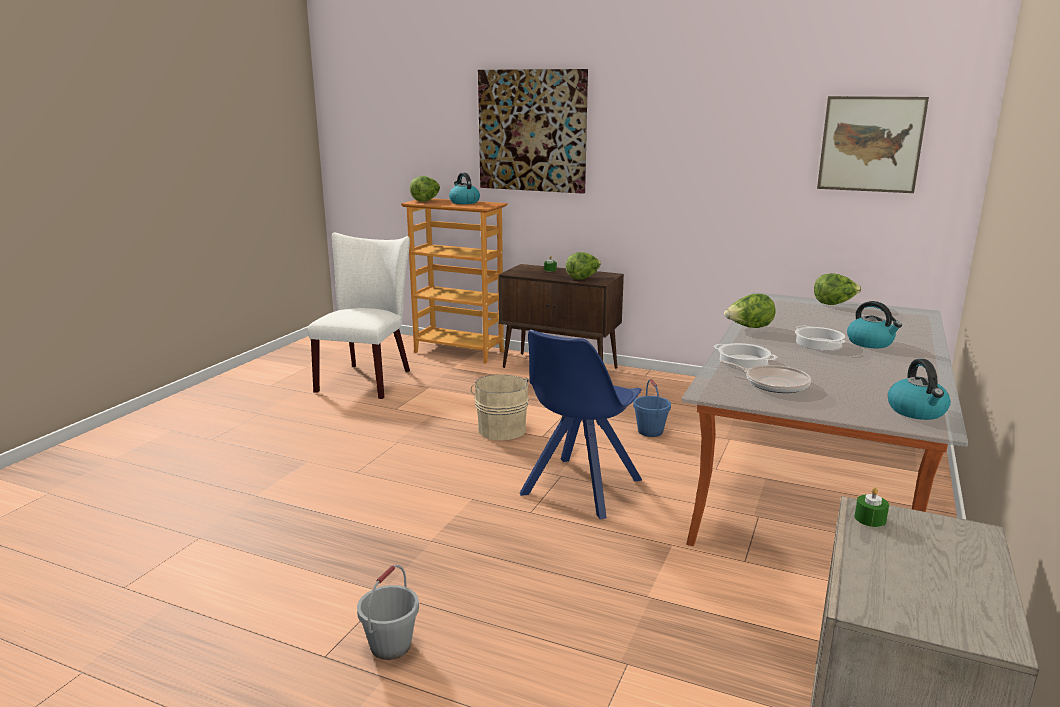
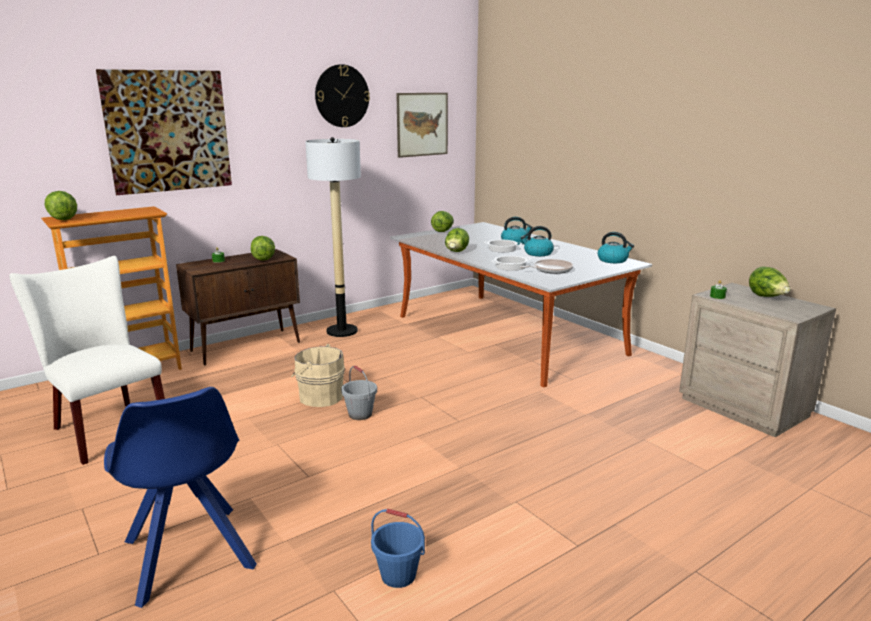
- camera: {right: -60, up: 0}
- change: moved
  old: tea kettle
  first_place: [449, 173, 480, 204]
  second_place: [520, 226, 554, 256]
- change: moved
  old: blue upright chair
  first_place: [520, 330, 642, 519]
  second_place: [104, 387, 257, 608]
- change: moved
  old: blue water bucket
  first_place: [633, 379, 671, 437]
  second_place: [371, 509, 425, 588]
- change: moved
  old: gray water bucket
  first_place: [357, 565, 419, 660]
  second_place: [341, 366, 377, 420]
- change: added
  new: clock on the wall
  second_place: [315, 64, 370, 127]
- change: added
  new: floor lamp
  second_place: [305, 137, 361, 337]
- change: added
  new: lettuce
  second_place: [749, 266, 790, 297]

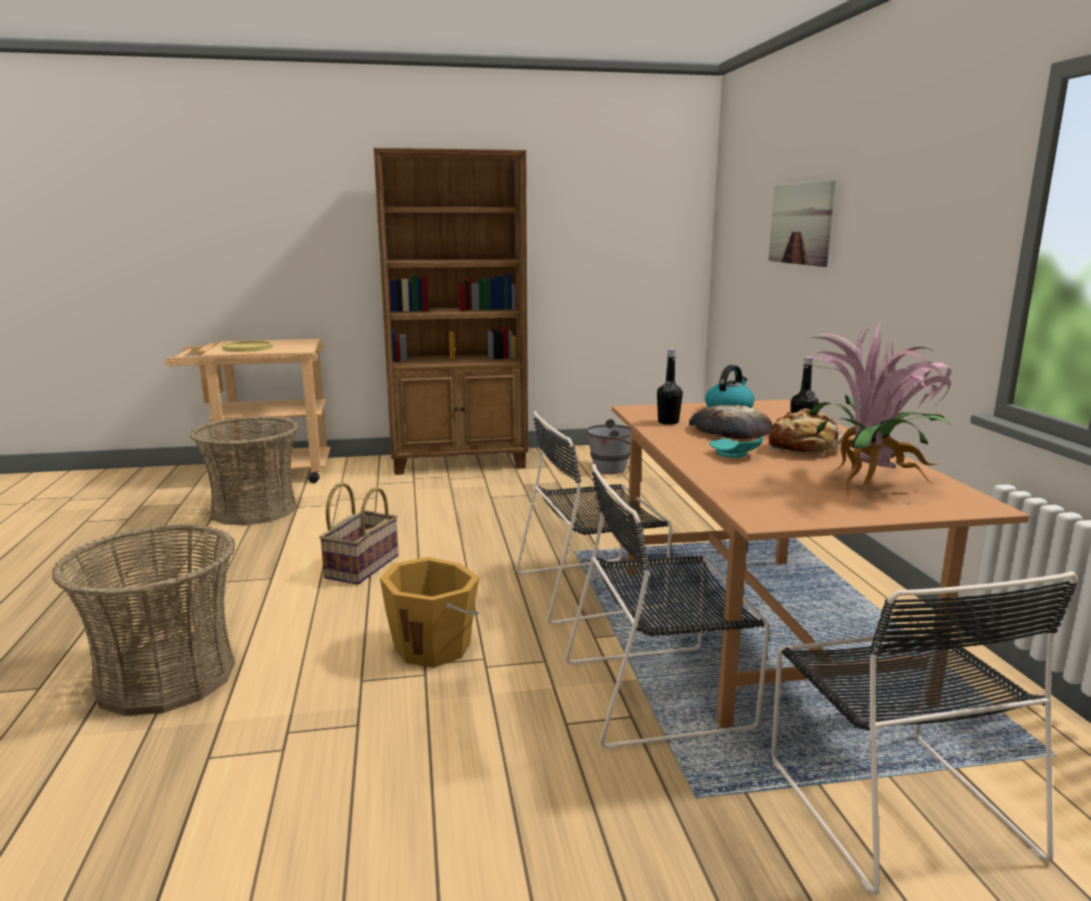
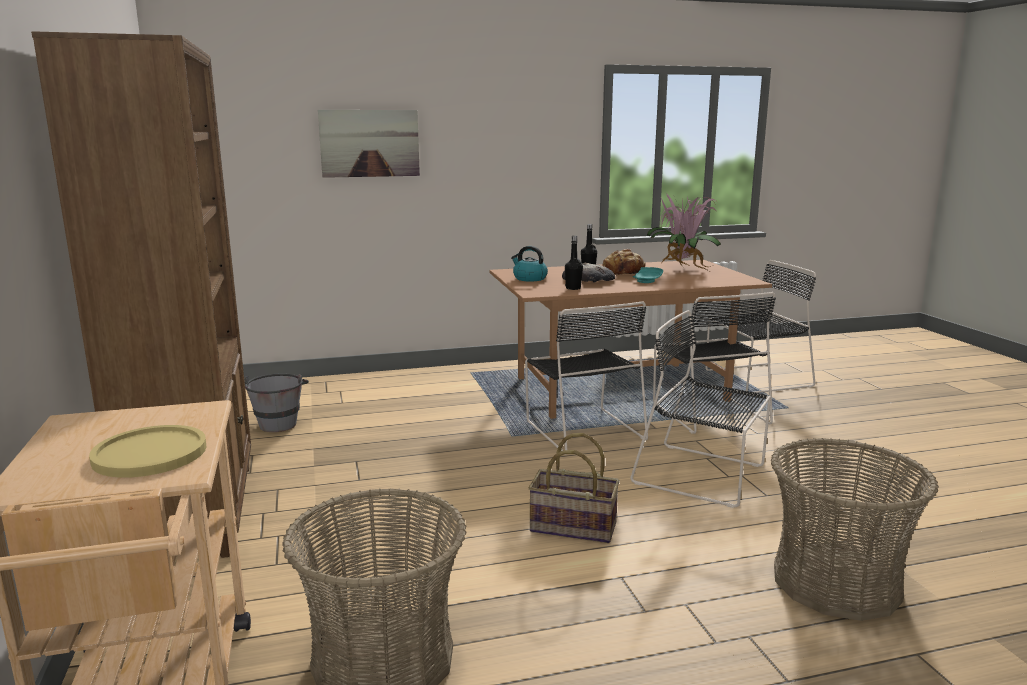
- camera: {right: -95, up: 0}
- change: replaced
  old: orange-coloured water bucket
  new: black-coloured upright chair
  first_place: [380, 557, 480, 667]
  second_place: [630, 310, 771, 508]

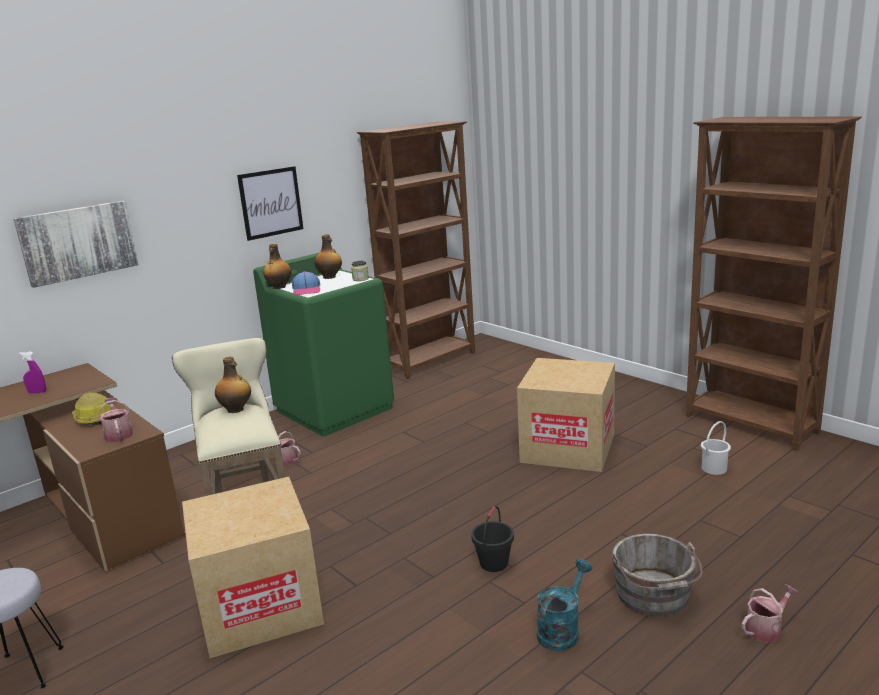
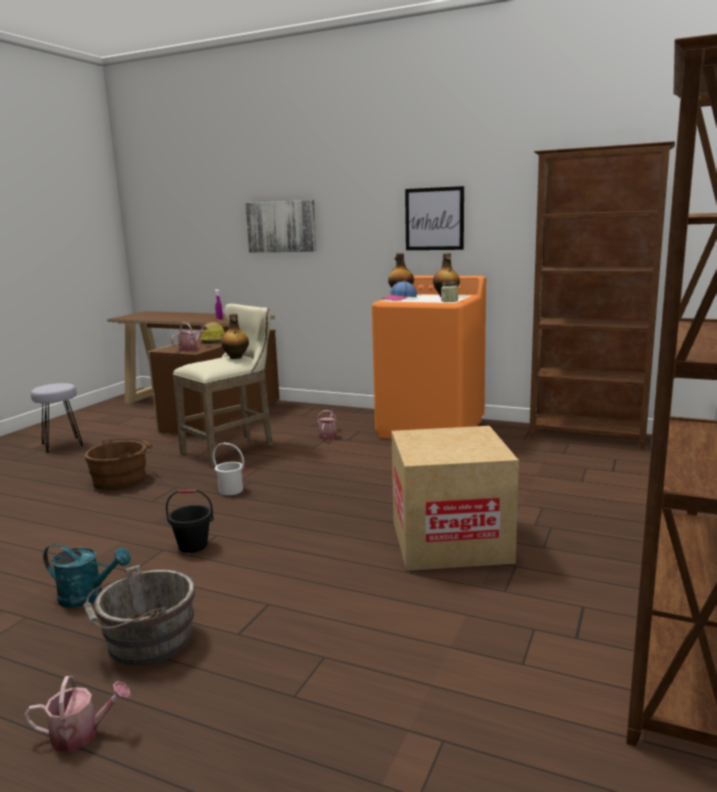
- camera: {right: 65, up: -5}
- change: recoloured
  old: greenish laundry appliance
  new: orange-coloured laundry appliance
  first_place: [253, 253, 394, 436]
  second_place: [372, 276, 486, 439]
- change: moved
  old: white-coloured water bucket
  first_place: [701, 421, 731, 475]
  second_place: [213, 443, 244, 495]
- change: replaced
  old: cardboard box
  new: brownish water bucket
  first_place: [182, 477, 324, 658]
  second_place: [85, 438, 153, 490]
- change: turned
  old: watering can
  first_place: [742, 584, 798, 643]
  second_place: [24, 676, 131, 752]
  degrees: -45

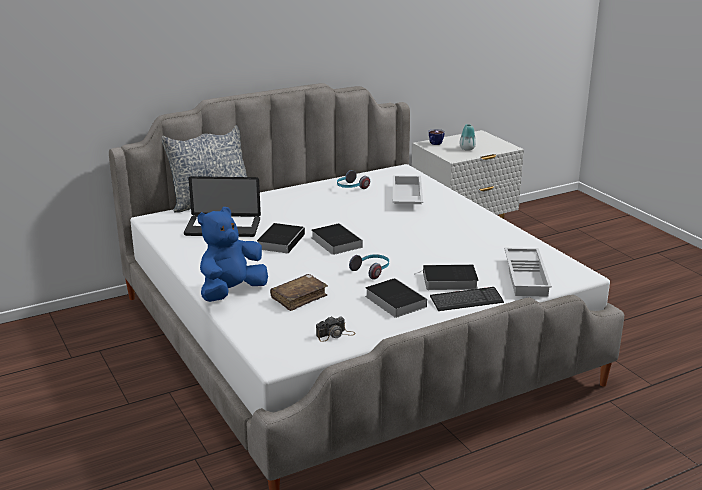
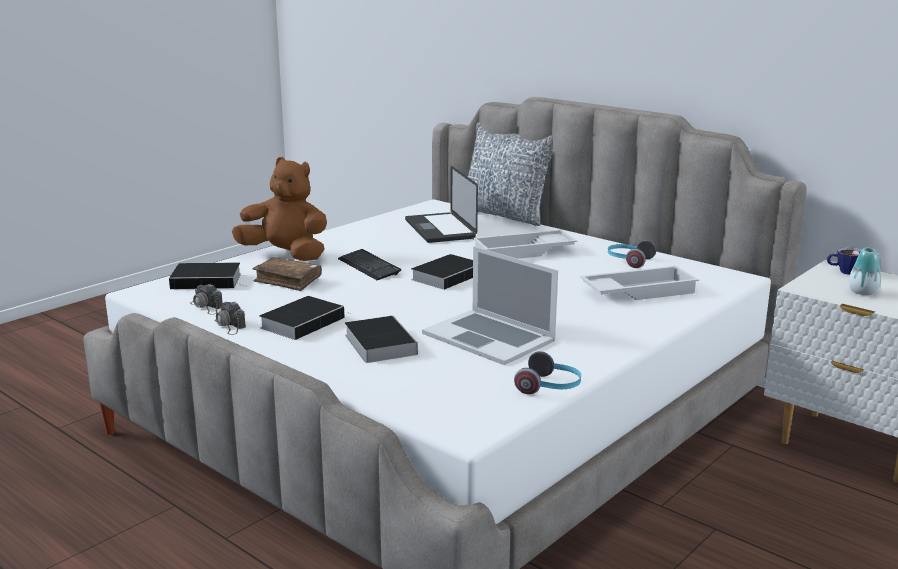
- camera: {right: 70, up: -5}
- change: recoloured
  old: blue cuddly toy
  new: brownish cuddly toy
  first_place: [198, 207, 268, 302]
  second_place: [232, 157, 327, 261]
- change: moved
  old: bound book
  first_place: [257, 223, 305, 253]
  second_place: [169, 262, 246, 289]
- change: moved
  old: white-coloured serving tray
  first_place: [504, 248, 552, 297]
  second_place: [473, 230, 577, 259]
- change: moved
  old: headset
  first_place: [349, 254, 389, 280]
  second_place: [514, 351, 581, 395]
- change: moved
  old: keyboard
  first_place: [430, 287, 504, 311]
  second_place: [338, 249, 401, 280]
- change: added
  new: notebook computer
  second_place: [422, 246, 558, 365]
- change: added
  new: still camera
  second_place: [215, 302, 246, 335]

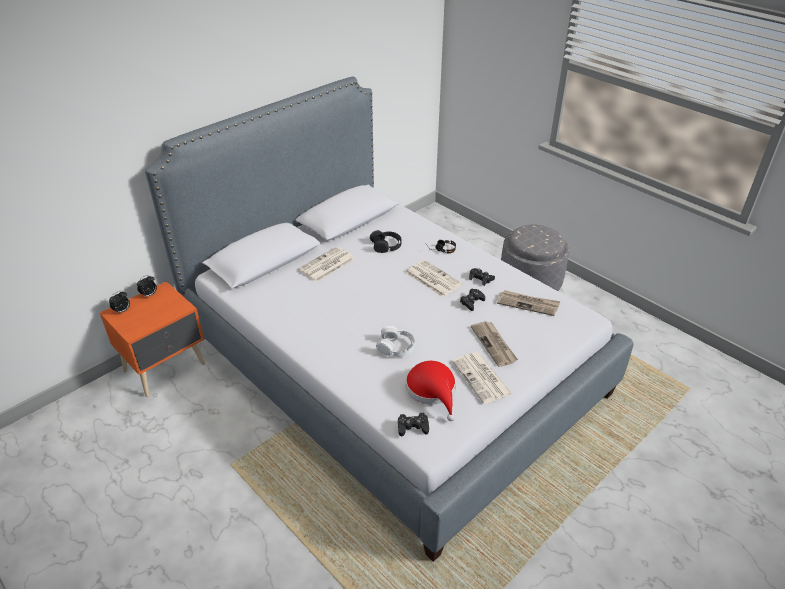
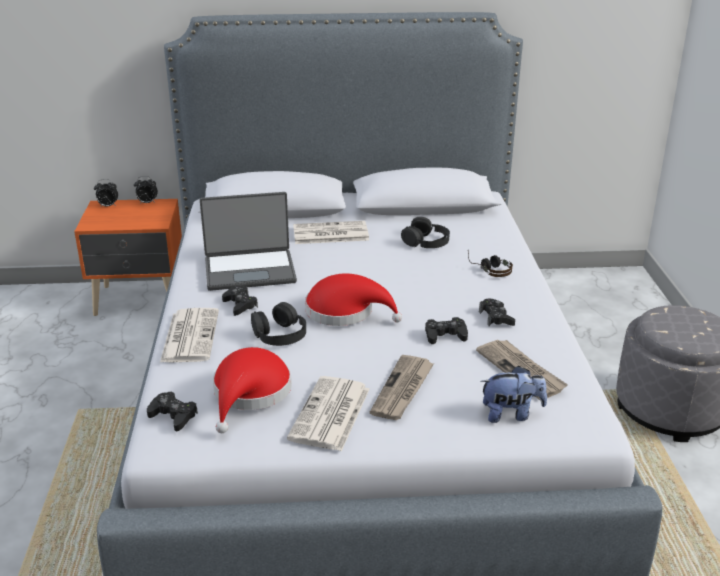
- camera: {right: 40, up: -10}
- change: moved
  old: printed paper
  first_place: [406, 260, 463, 297]
  second_place: [160, 308, 219, 362]
- change: recoloured
  old: white-coloured headset
  new: black-coloured headset
  first_place: [376, 326, 415, 357]
  second_place: [251, 302, 306, 346]
- change: added
  new: notebook computer
  second_place: [200, 192, 297, 291]
- change: added
  new: red-coloured wearable hat
  second_place: [305, 273, 402, 326]
- change: added
  new: black-coloured gamepad
  second_place: [222, 286, 258, 316]
- change: added
  new: cuddly toy
  second_place: [480, 366, 547, 423]

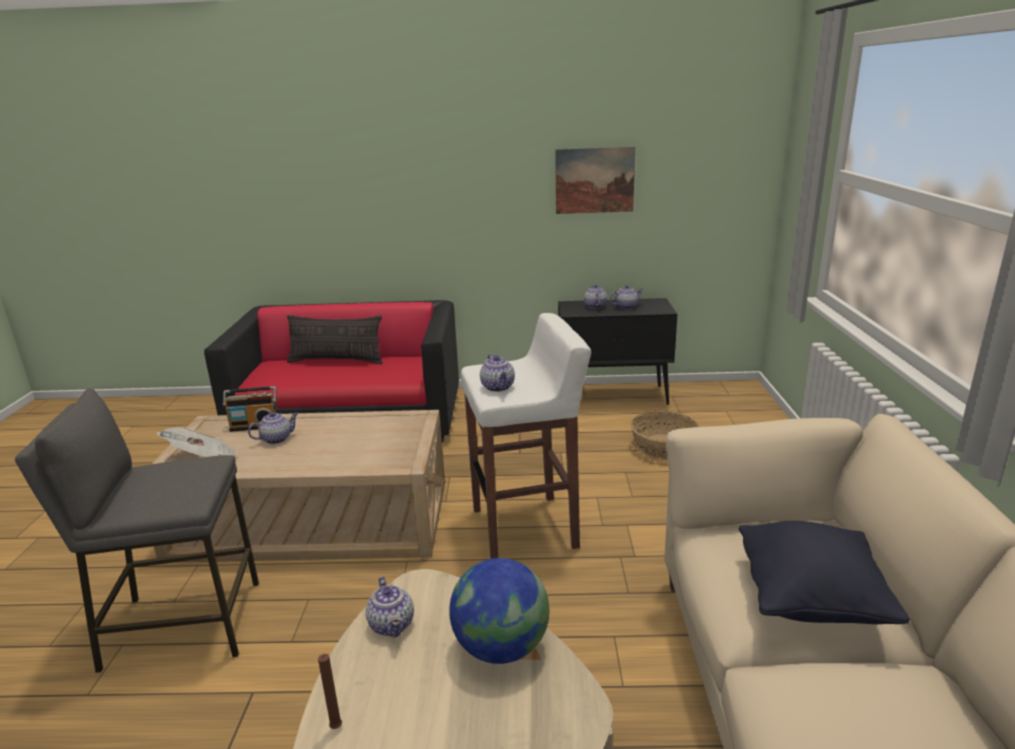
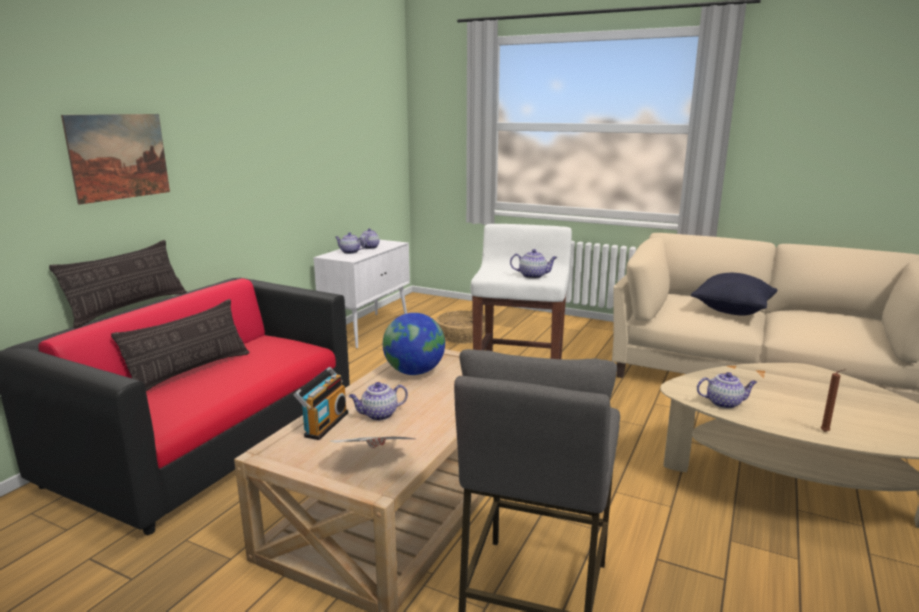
- camera: {right: -65, up: -5}
- change: moved
  old: wall art
  first_place: [555, 147, 635, 214]
  second_place: [61, 114, 170, 205]
- change: recoloured
  old: black-coloured storage cabinet
  new: white-coloured storage cabinet
  first_place: [558, 298, 677, 405]
  second_place: [314, 239, 410, 349]
- change: turned
  old: pot for tea
  first_place: [248, 412, 298, 444]
  second_place: [349, 382, 408, 421]
  degrees: -105
- change: moved
  old: globe
  first_place: [449, 558, 549, 664]
  second_place: [383, 313, 445, 375]
- change: added
  new: throw pillow
  second_place: [49, 240, 187, 329]

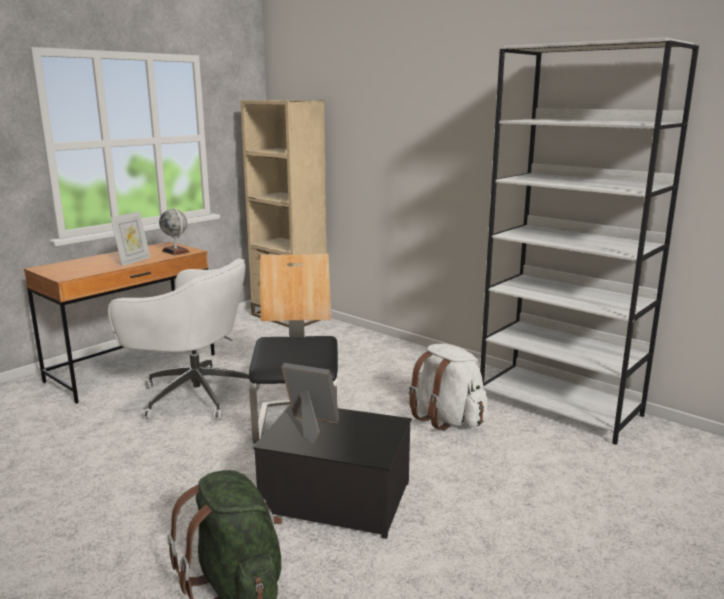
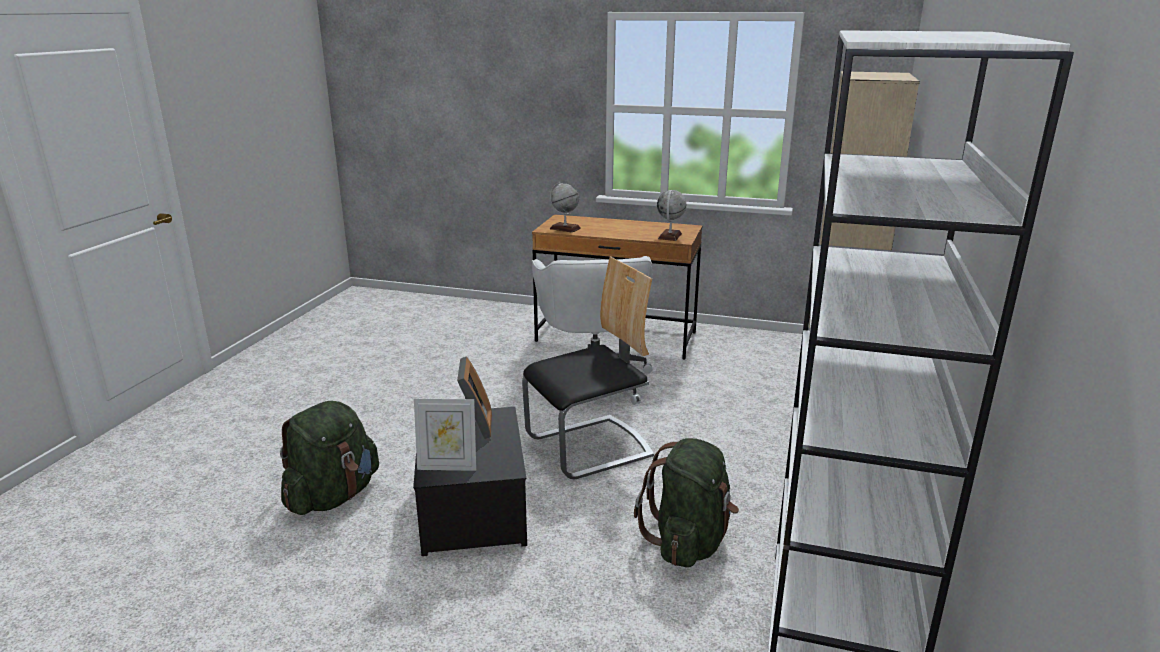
- camera: {right: 65, up: 5}
- change: moved
  old: photo frame
  first_place: [110, 211, 150, 266]
  second_place: [414, 399, 476, 471]
- change: recoloured
  old: white-coloured rucksack
  new: greenish rucksack
  first_place: [408, 344, 488, 431]
  second_place: [634, 438, 739, 567]
- change: added
  new: globe
  second_place: [550, 182, 581, 233]

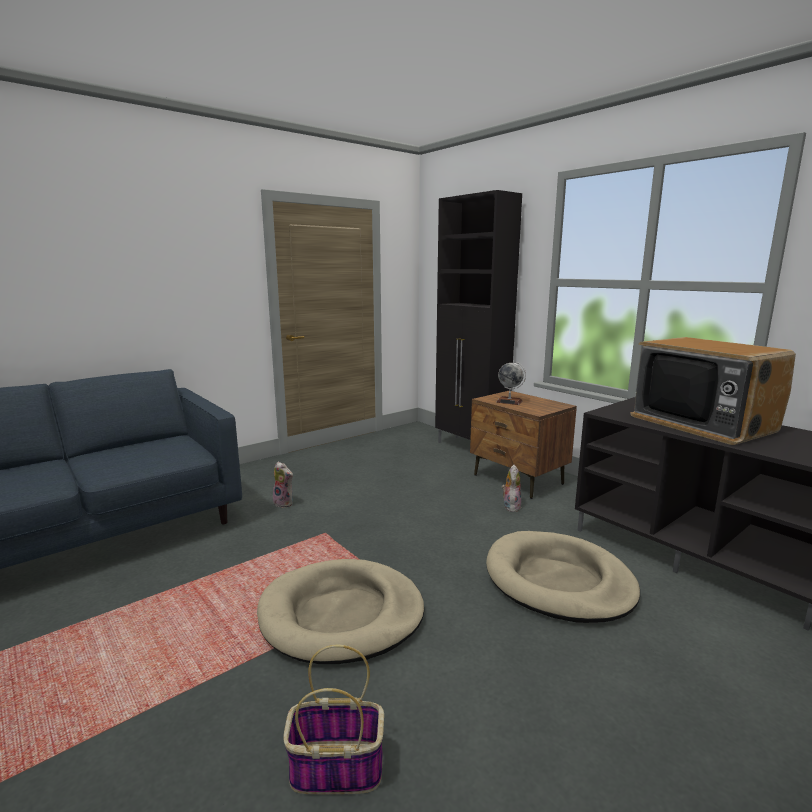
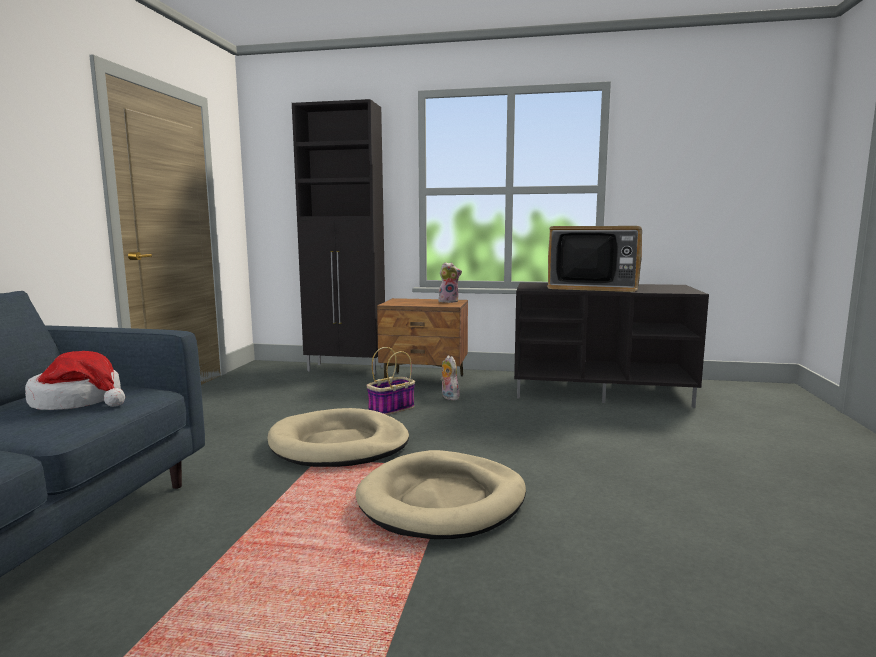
- camera: {right: -40, up: -5}
- change: removed
  old: globe
  first_place: [496, 362, 526, 405]
- change: moved
  old: cuddly toy
  first_place: [273, 462, 294, 508]
  second_place: [438, 262, 462, 303]
- change: moved
  old: beige-coloured dog cushion
  first_place: [486, 531, 640, 623]
  second_place: [267, 408, 409, 467]
- change: moved
  old: household basket
  first_place: [283, 645, 384, 794]
  second_place: [367, 347, 415, 415]
- change: added
  new: wearable hat
  second_place: [25, 351, 125, 410]

